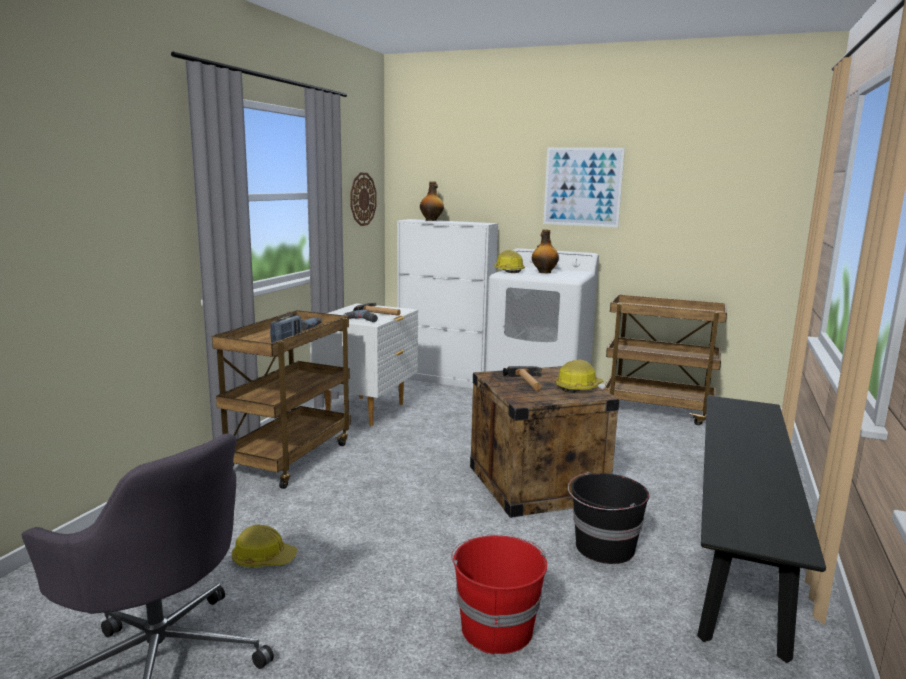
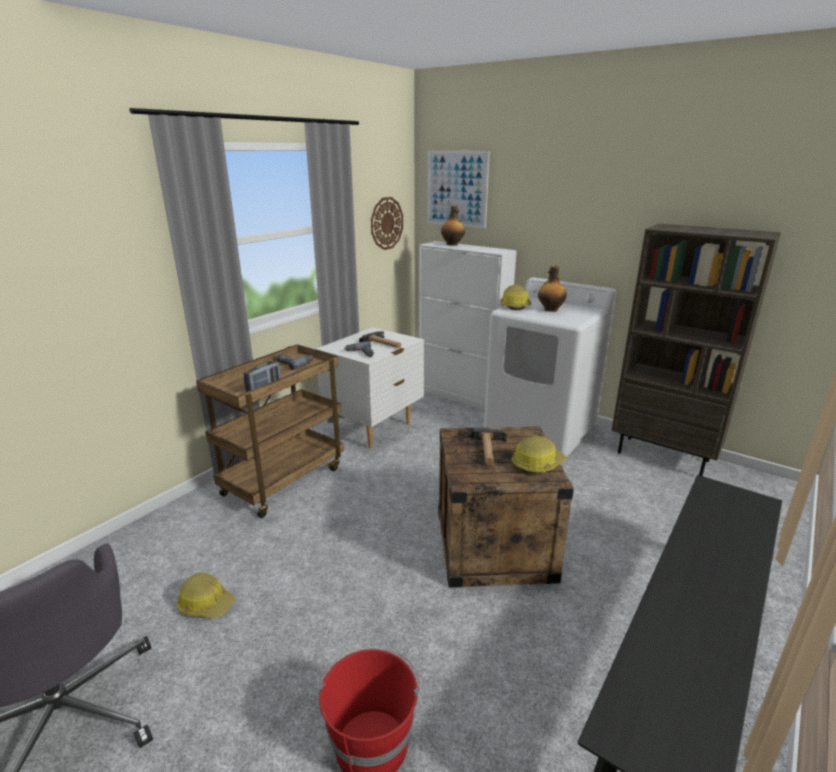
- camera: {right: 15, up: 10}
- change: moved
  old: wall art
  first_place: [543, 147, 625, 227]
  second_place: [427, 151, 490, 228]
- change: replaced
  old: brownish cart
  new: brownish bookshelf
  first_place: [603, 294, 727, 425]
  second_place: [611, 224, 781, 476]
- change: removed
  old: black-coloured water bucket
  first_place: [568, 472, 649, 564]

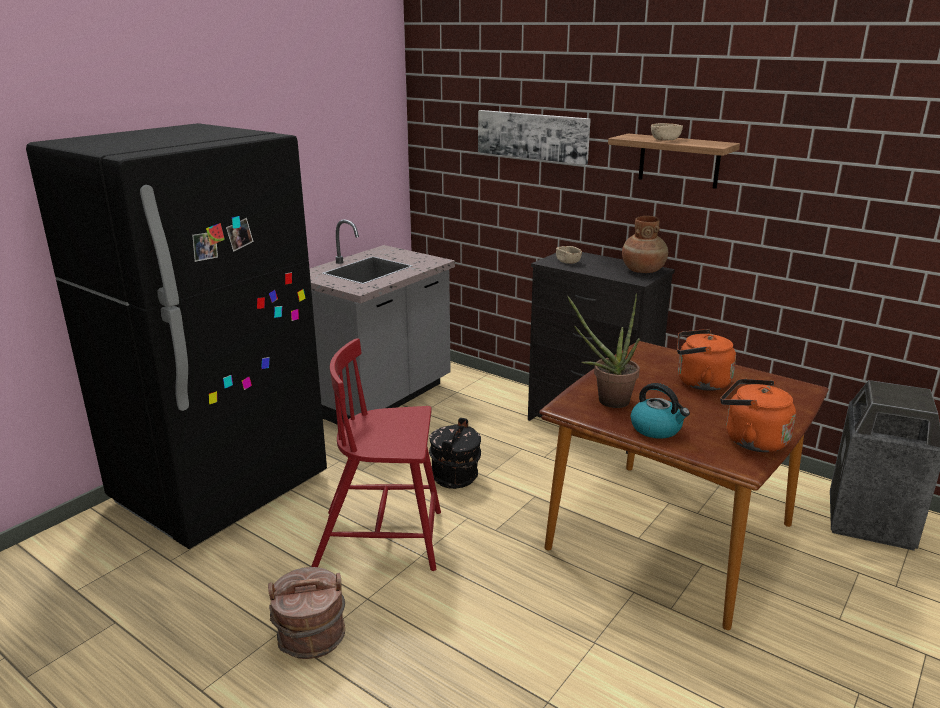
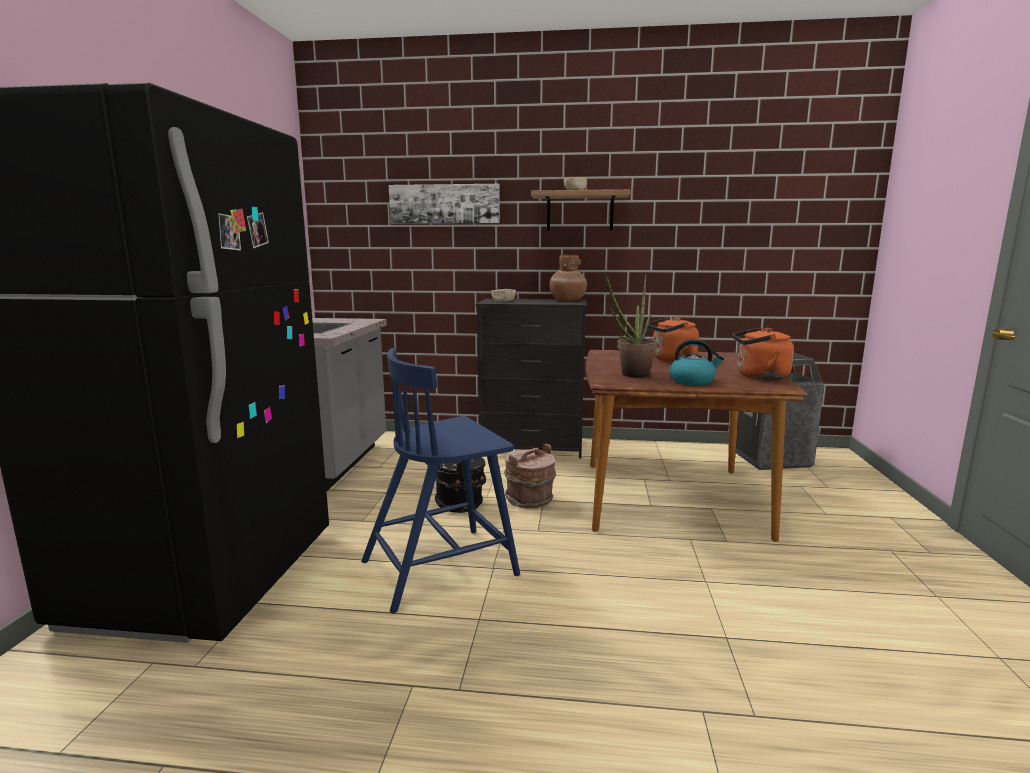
- camera: {right: -30, up: -10}
- change: recoloured
  old: red-coloured upright chair
  new: blue upright chair
  first_place: [311, 338, 441, 571]
  second_place: [361, 348, 520, 613]
- change: moved
  old: brownish water bucket
  first_place: [268, 567, 345, 659]
  second_place: [504, 443, 556, 509]

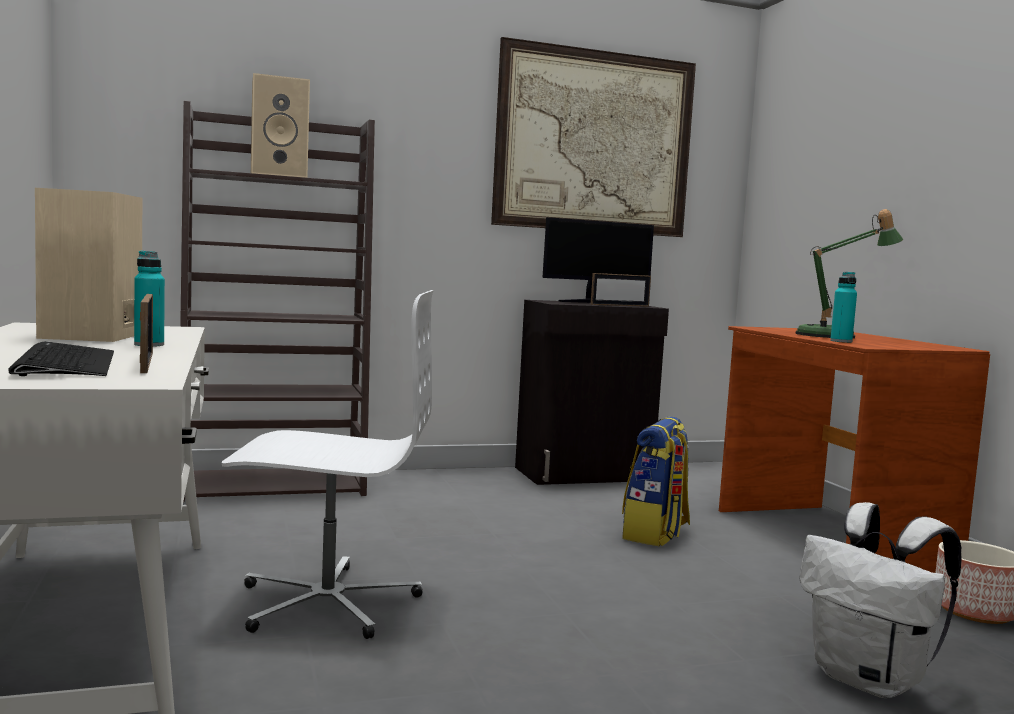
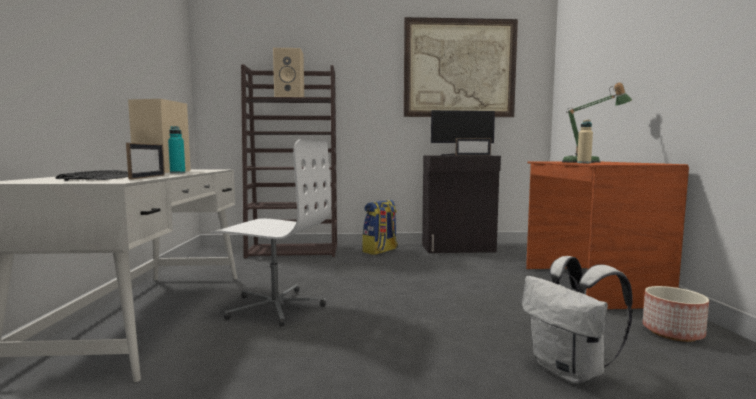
- camera: {right: 15, up: 0}
- change: recoloured
  old: turquoise bottle
  new: beige-coloured bottle
  first_place: [830, 272, 857, 343]
  second_place: [577, 120, 593, 163]
- change: moved
  old: rucksack
  first_place: [622, 416, 690, 546]
  second_place: [362, 200, 398, 255]

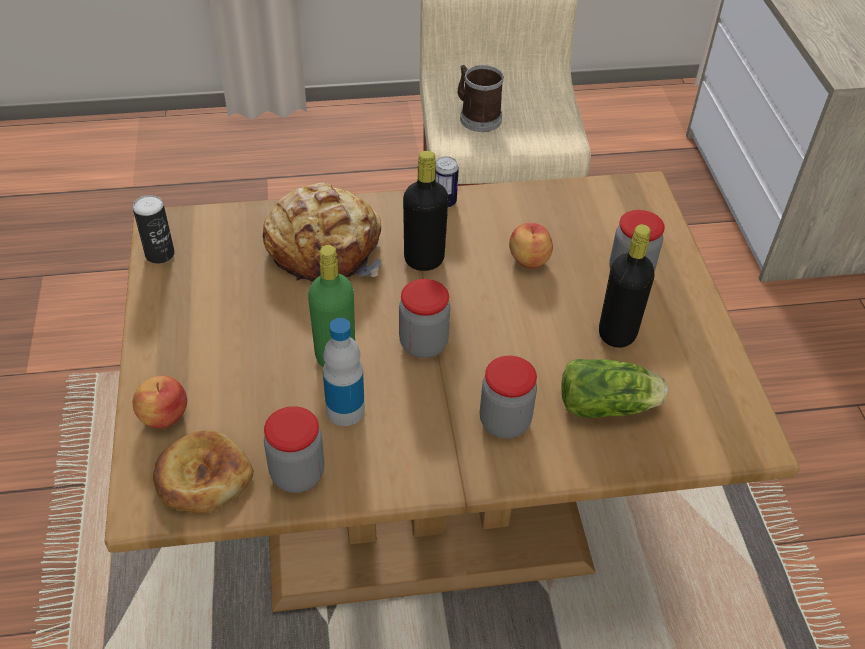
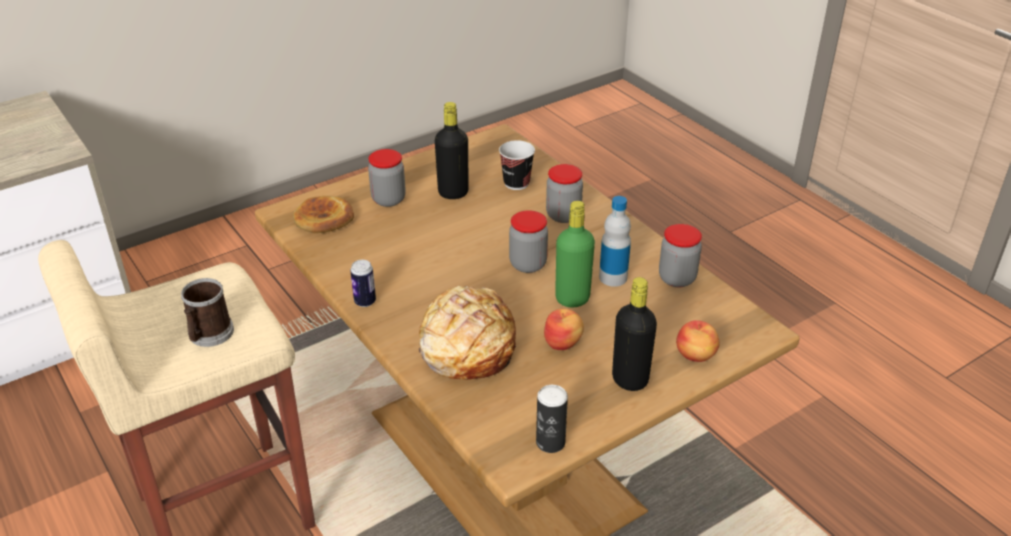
- camera: {right: -115, up: -10}
- change: moved
  old: black-coloured bottle
  first_place: [403, 151, 449, 271]
  second_place: [612, 277, 657, 391]
- change: moved
  old: whole apple
  first_place: [509, 223, 553, 269]
  second_place: [544, 309, 584, 350]
- change: replaced
  old: lettuce
  new: small cup
  first_place: [562, 359, 668, 418]
  second_place: [499, 140, 535, 190]
- change: moved
  old: bread
  first_place: [153, 431, 254, 514]
  second_place: [293, 196, 354, 233]

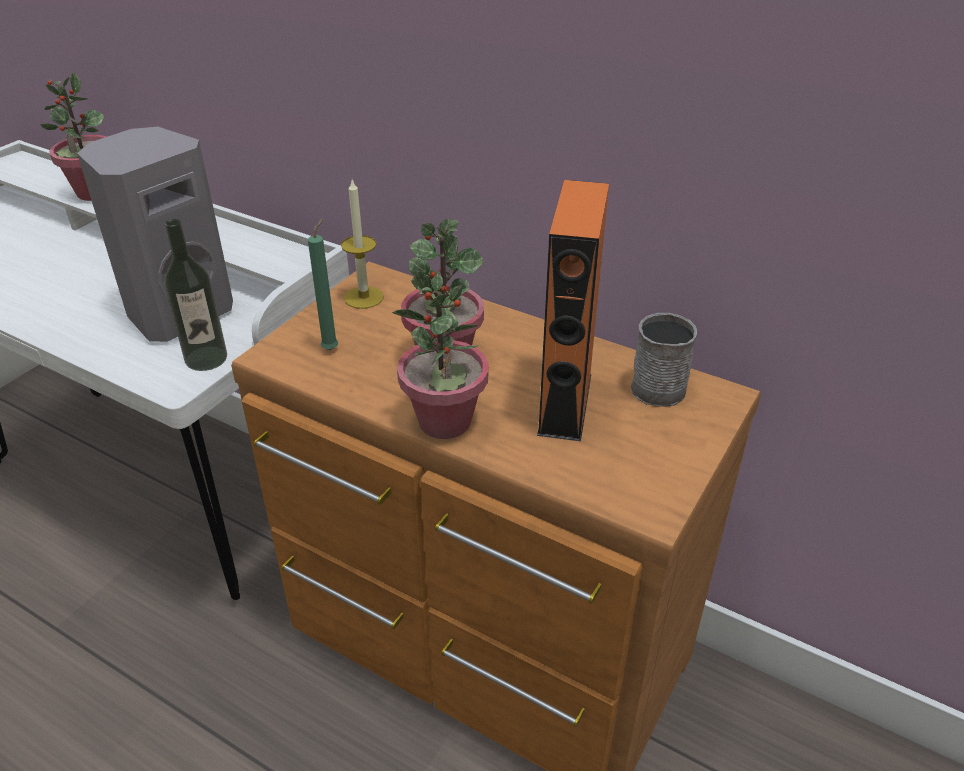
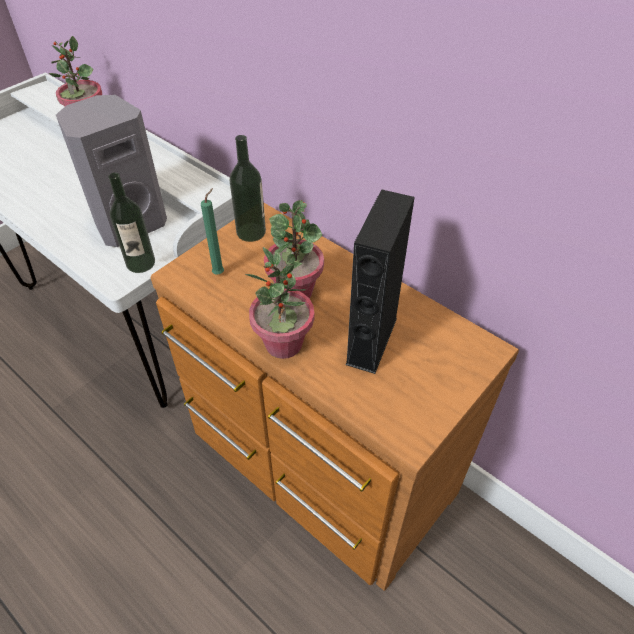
- camera: {right: 10, up: 10}
- change: replaced
  old: candle
  new: bottle
  first_place: [341, 180, 384, 309]
  second_place: [229, 135, 266, 242]
- change: recoloured
  old: orange-coloured speaker
  new: black-coloured speaker
  first_place: [537, 180, 609, 441]
  second_place: [345, 189, 415, 374]
- change: removed
  old: gray coffee mug
  first_place: [631, 313, 697, 407]

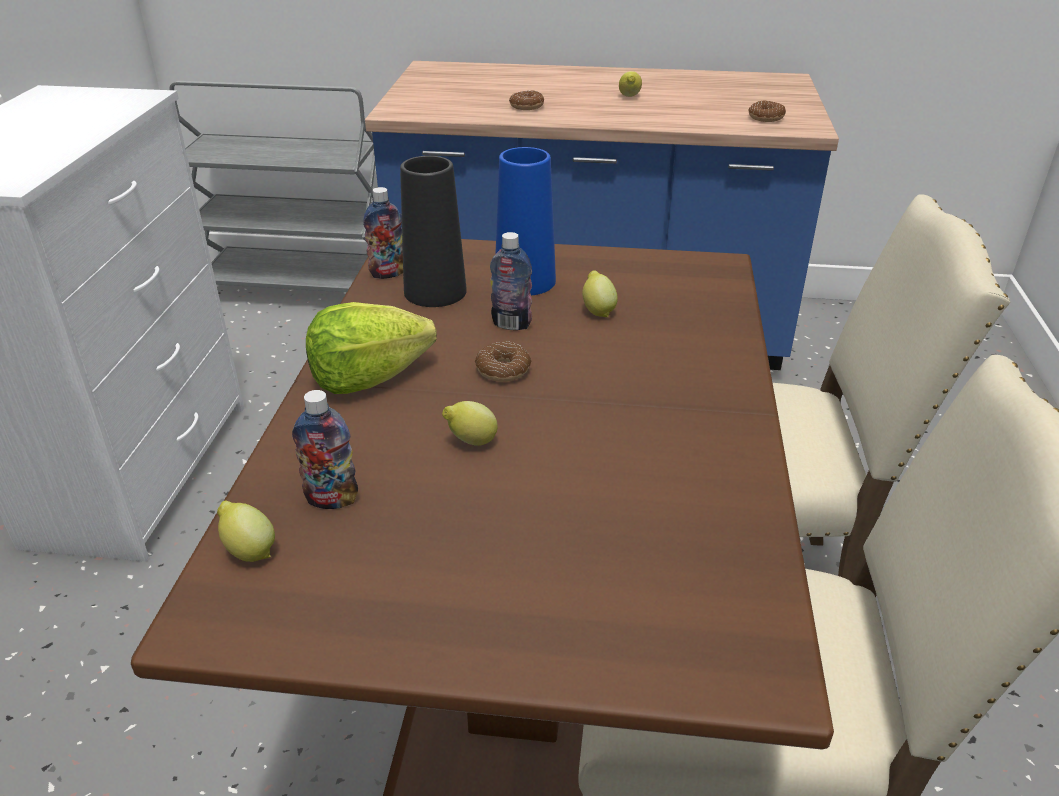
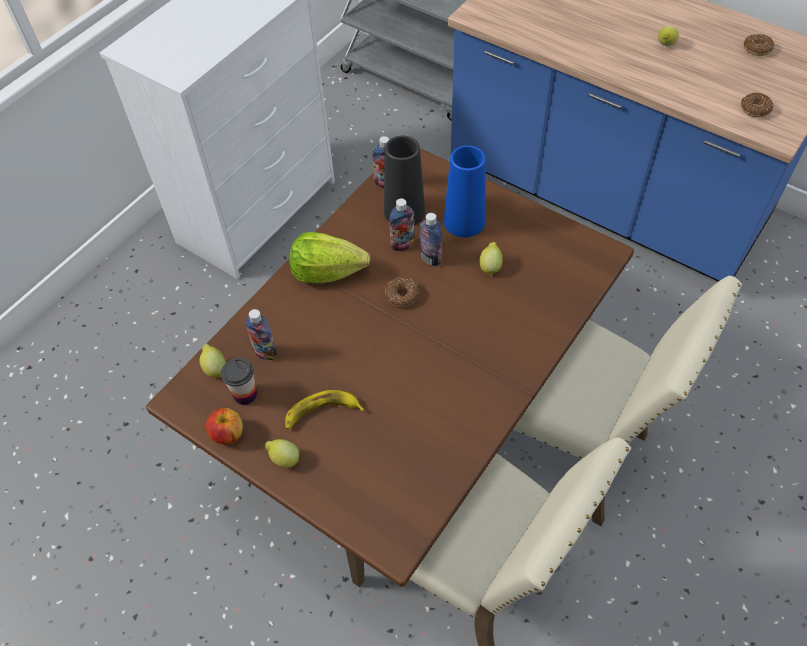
- camera: {right: 30, up: 20}
- change: moved
  old: doughnut
  first_place: [509, 90, 544, 110]
  second_place: [744, 34, 774, 56]
- change: moved
  old: citrus fruit
  first_place: [442, 401, 498, 446]
  second_place: [265, 439, 299, 468]
- change: added
  new: bottle
  second_place: [389, 198, 415, 251]
- change: added
  new: small cup
  second_place: [221, 358, 257, 405]
- change: added
  new: whole banana
  second_place: [285, 390, 365, 429]
- change: added
  new: whole apple
  second_place: [206, 408, 243, 445]

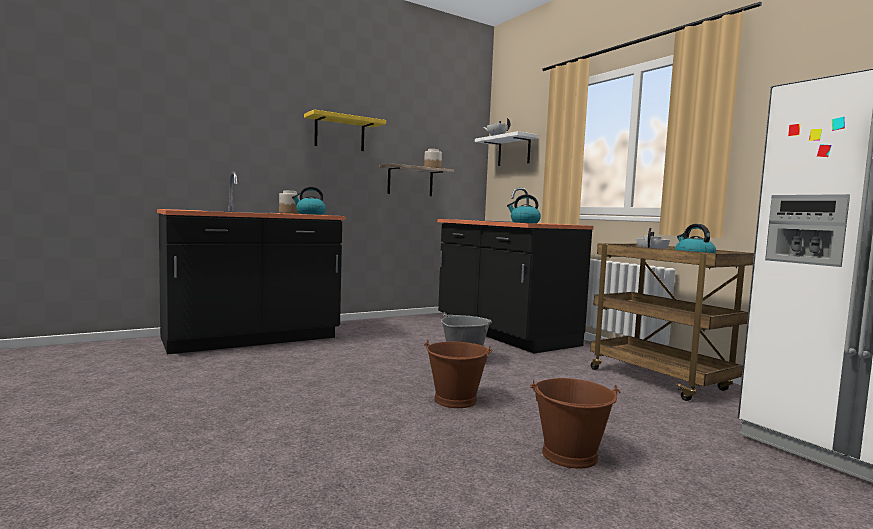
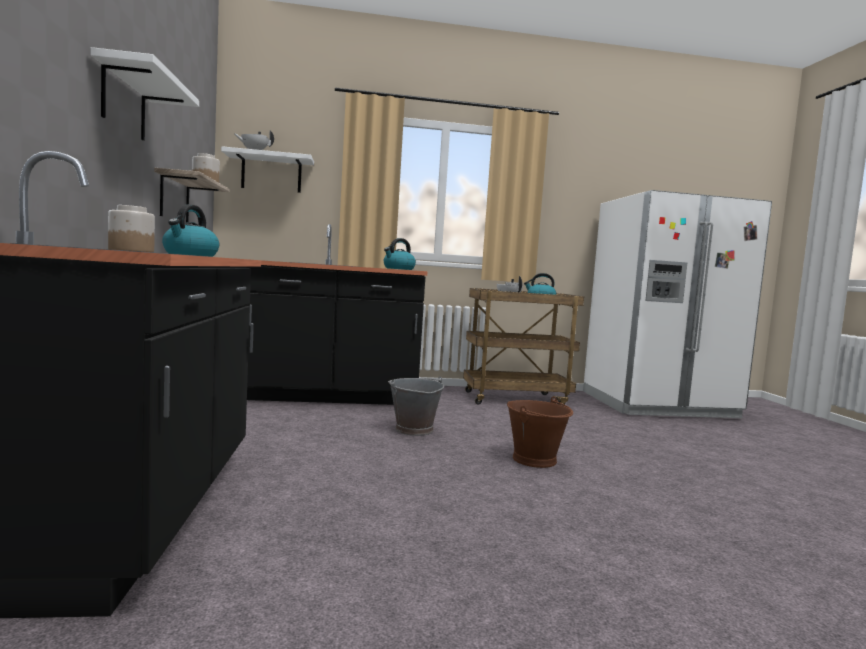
- camera: {right: -65, up: 0}
- change: recoloured
  old: yellow-coloured bracket shelf
  new: white-coloured bracket shelf
  first_place: [304, 109, 386, 151]
  second_place: [91, 47, 199, 141]
- change: removed
  old: brownish water bucket
  first_place: [530, 378, 620, 469]

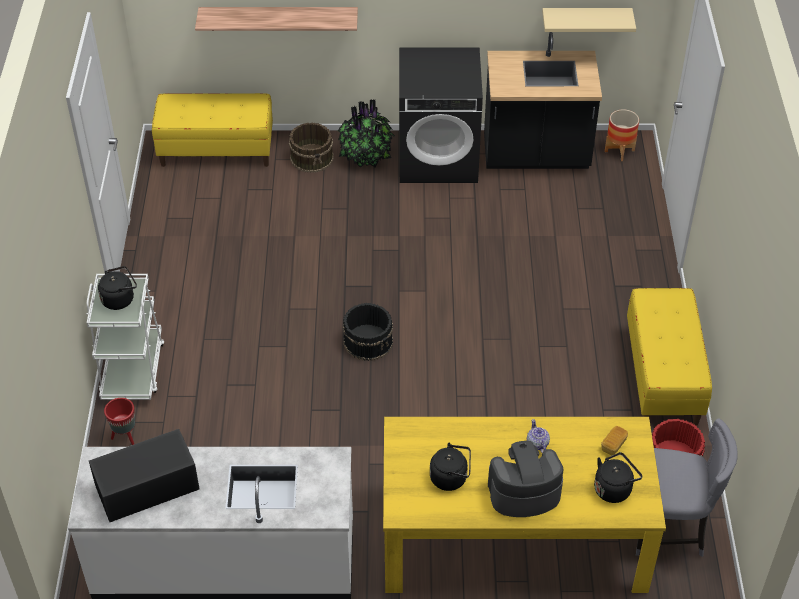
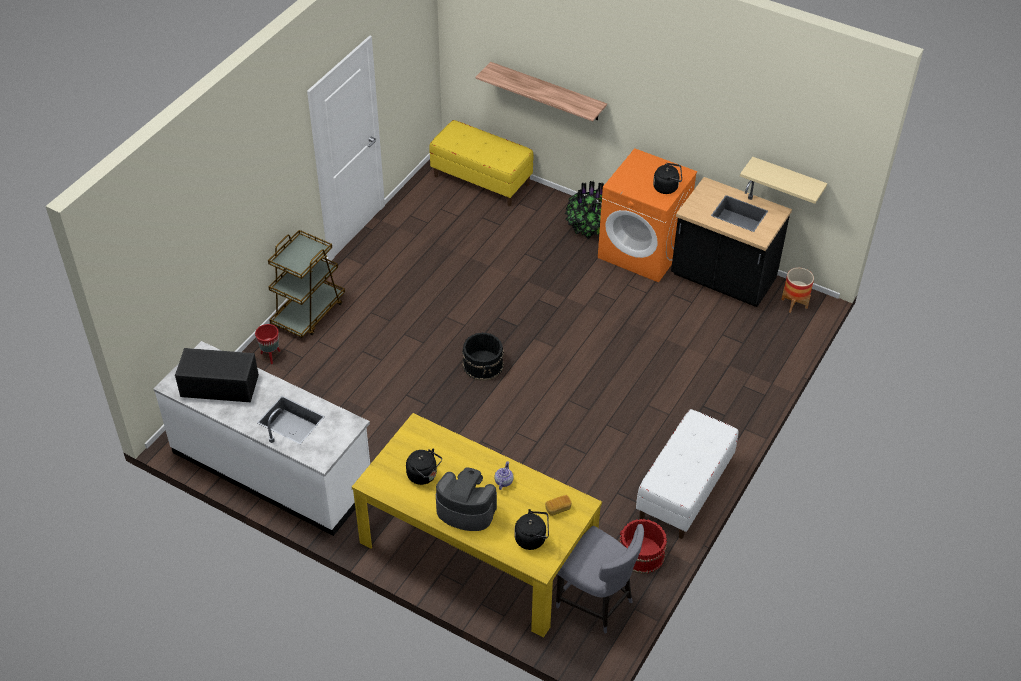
- camera: {right: 30, up: 0}
- change: recoloured
  old: black-coloured laundry appliance
  new: orange-coloured laundry appliance
  first_place: [399, 47, 483, 183]
  second_place: [598, 148, 697, 282]
- change: removed
  old: brownish water bucket
  first_place: [289, 122, 334, 173]
- change: moved
  old: black-coloured tea kettle
  first_place: [98, 266, 137, 310]
  second_place: [653, 163, 682, 194]
- change: recoloured
  old: white-coloured cart
  new: brownish cart
  first_place: [86, 274, 165, 400]
  second_place: [268, 230, 345, 338]
- change: recoloured
  old: yellow-coloured indoor bench
  new: white-coloured indoor bench
  first_place: [627, 288, 712, 426]
  second_place: [636, 409, 739, 539]

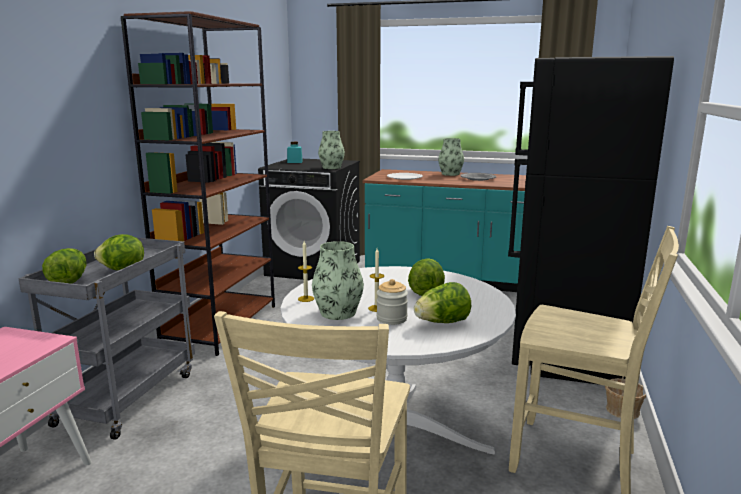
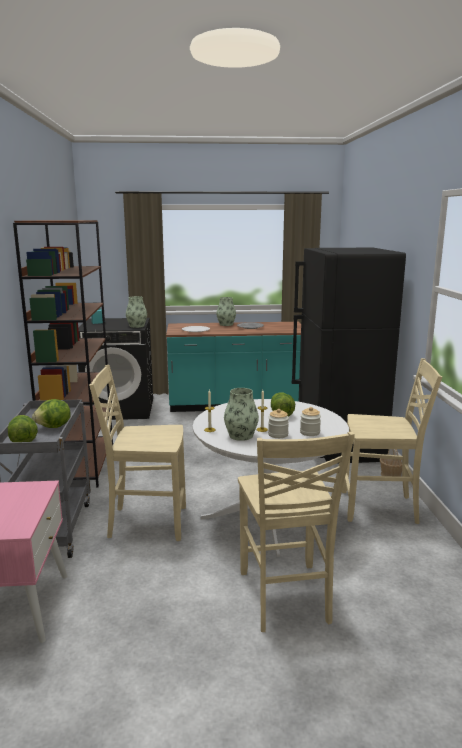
- camera: {right: -20, up: 0}
- change: replaced
  old: lettuce
  new: preserve jar
  first_place: [414, 282, 471, 323]
  second_place: [300, 407, 321, 436]
- change: added
  new: beige-coloured upright chair
  second_place: [89, 365, 186, 541]

